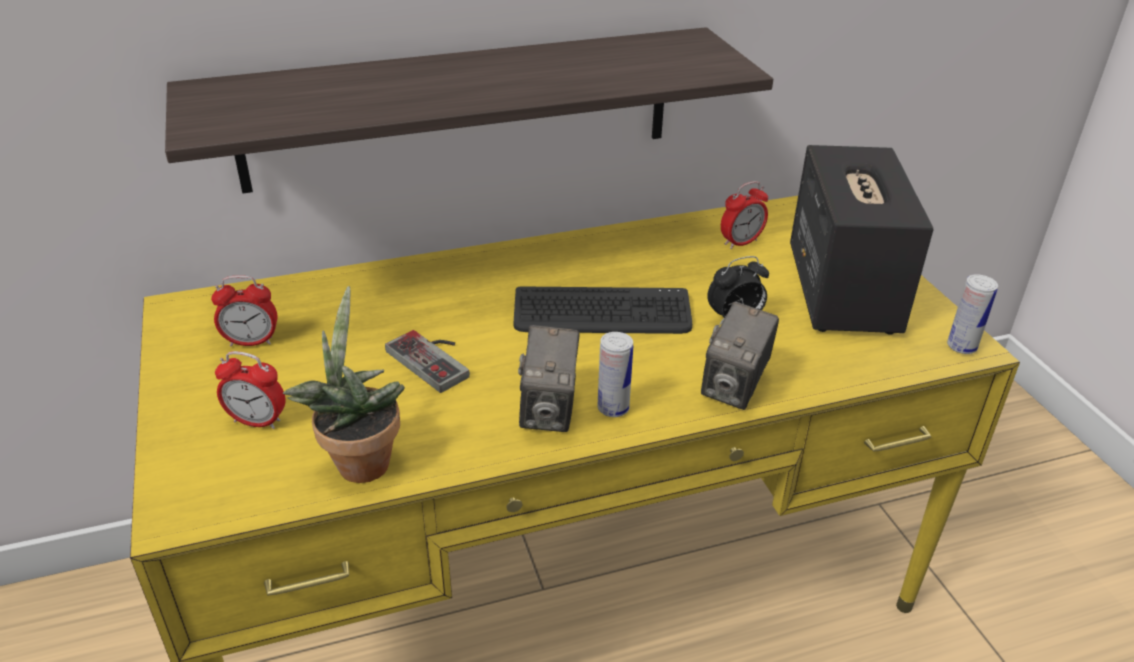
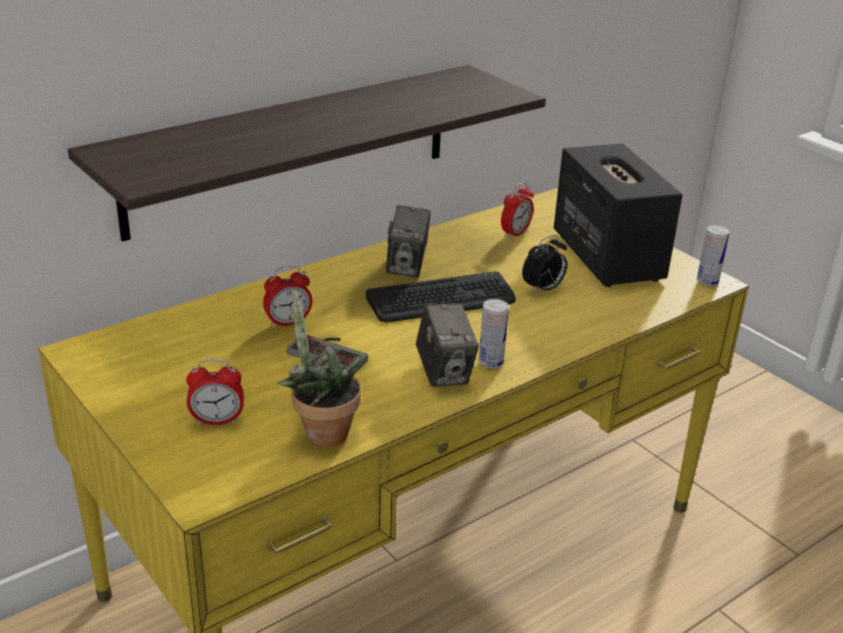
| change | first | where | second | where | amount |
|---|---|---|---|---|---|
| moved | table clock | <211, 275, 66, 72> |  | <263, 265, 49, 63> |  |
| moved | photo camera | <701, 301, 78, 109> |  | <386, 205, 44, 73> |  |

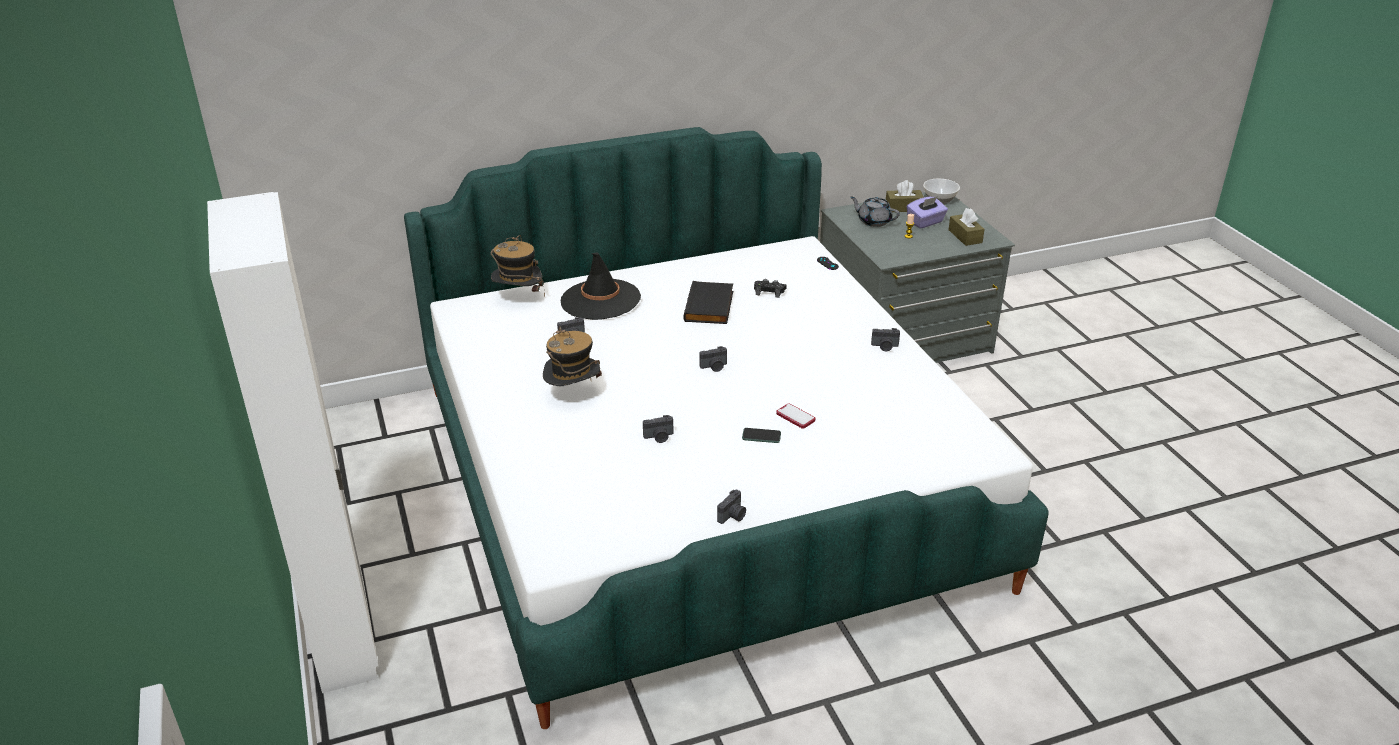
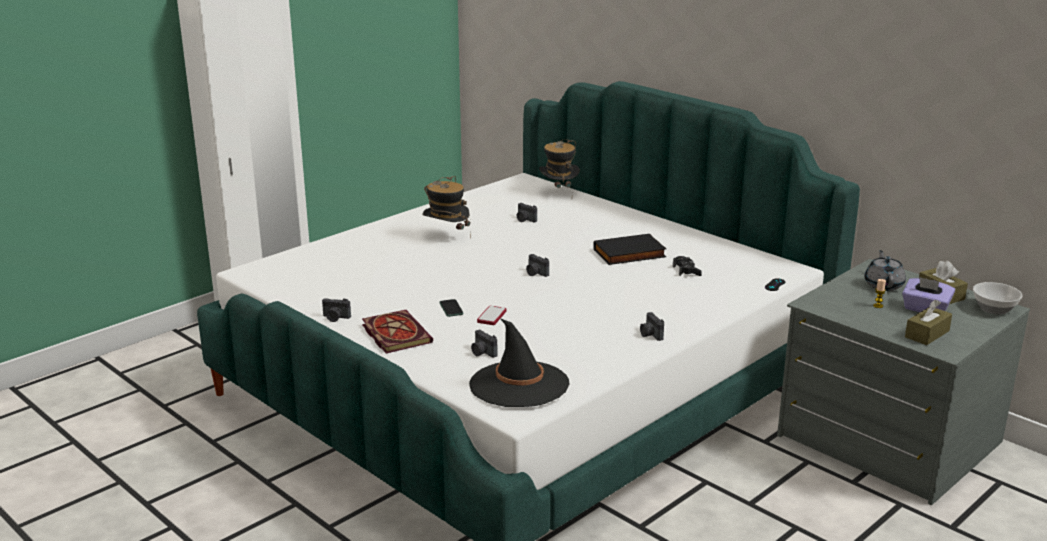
| change | first | where | second | where | amount |
|---|---|---|---|---|---|
| added |  |  | volume | <362, 310, 71, 44> |  |
| moved | hat (black-coloured) | <561, 252, 80, 68> |  | <469, 318, 101, 89> |  |
| moved | photo camera | <643, 415, 30, 28> |  | <471, 330, 27, 28> |  |

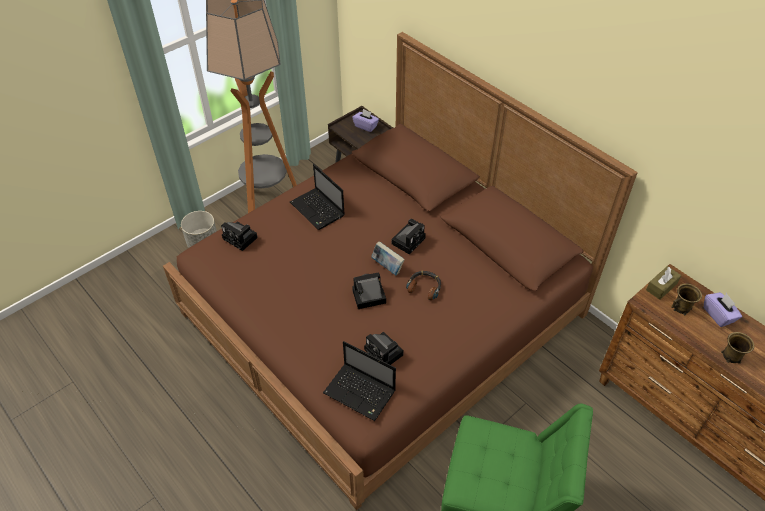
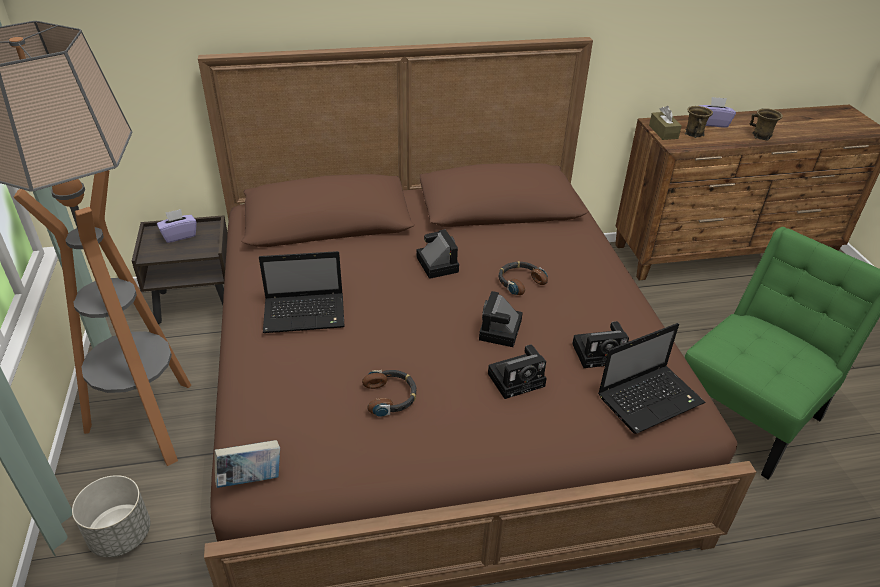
| change | first | where | second | where | amount |
|---|---|---|---|---|---|
| moved | volume | <371, 241, 34, 34> |  | <214, 440, 66, 48> |  |
| added |  |  | headset | <362, 370, 55, 47> |  |
| moved | photo camera | <221, 222, 37, 29> |  | <488, 345, 59, 54> |  |

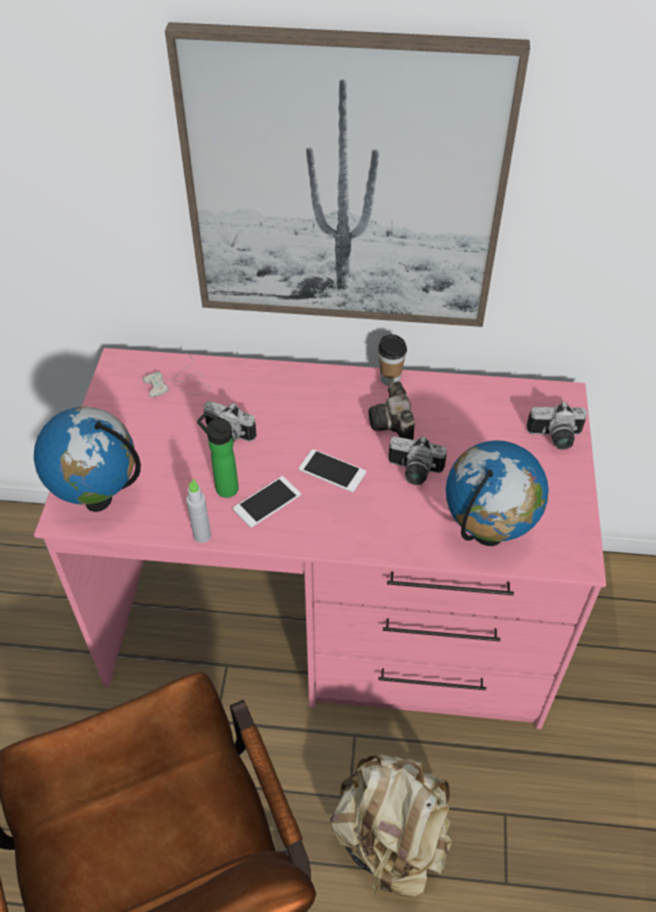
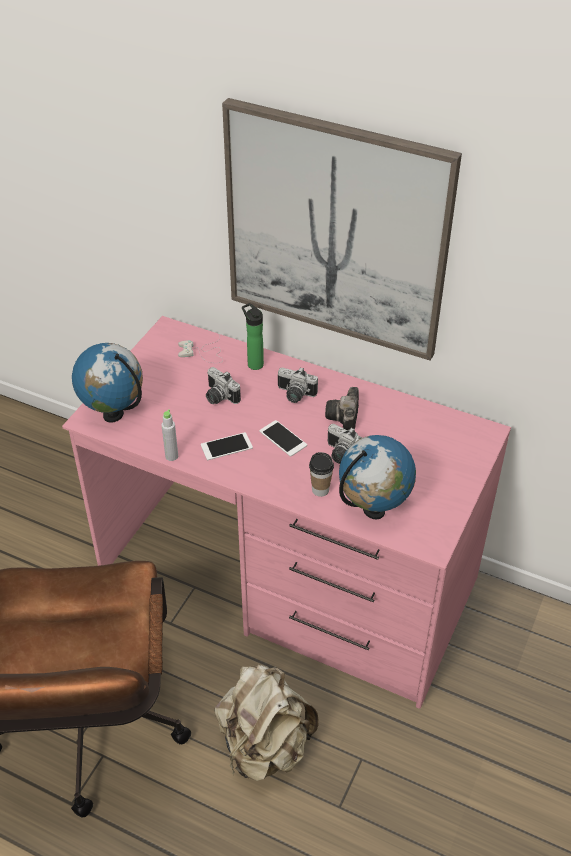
| change | first | where | second | where | amount |
|---|---|---|---|---|---|
| moved | drink bottle | <197, 412, 42, 86> |  | <242, 303, 22, 67> |  |
| moved | photo camera | <526, 401, 61, 49> |  | <278, 367, 40, 36> |  |
| moved | drinking cup | <378, 334, 29, 52> |  | <309, 452, 25, 45> |  |

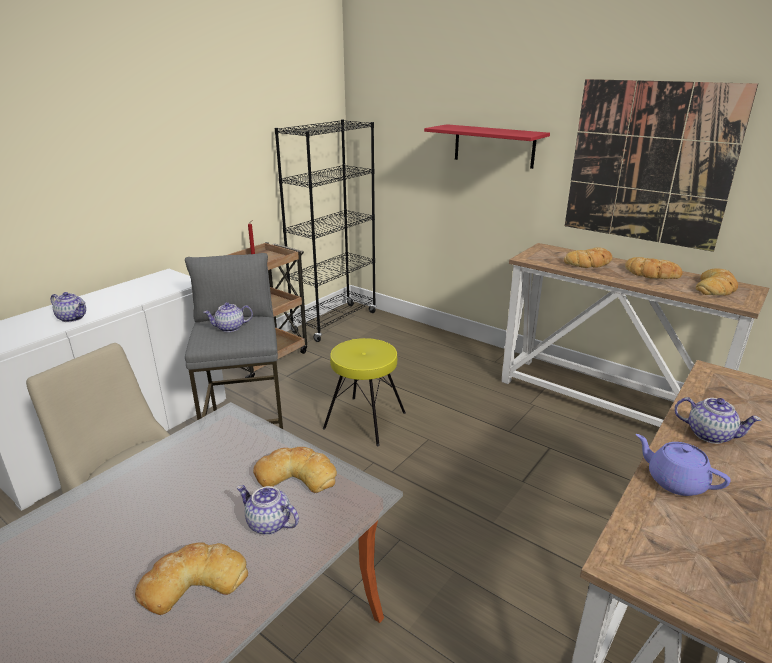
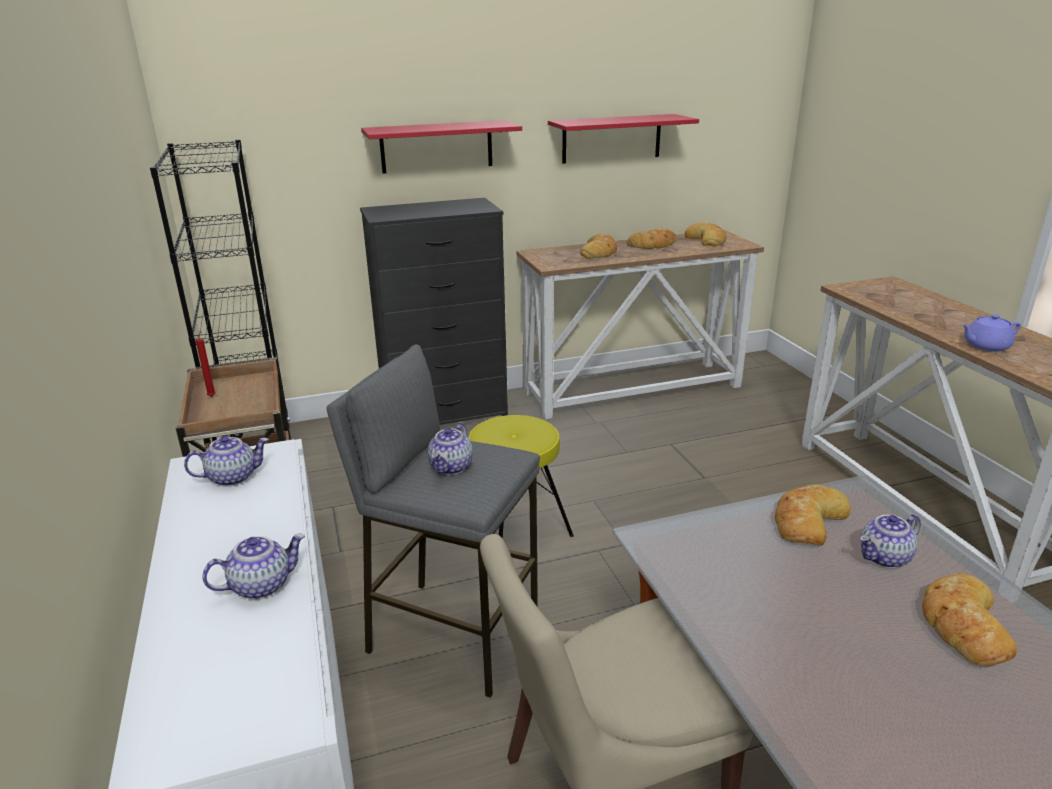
| change | first | where | second | where | amount |
|---|---|---|---|---|---|
| moved | teapot | <674, 397, 87, 47> |  | <184, 436, 85, 51> |  |
| added |  |  | drawer chest (black-coloured) | <360, 198, 148, 227> |  |
| replaced | wall art | <565, 79, 193, 173> | bracket shelf (red-coloured) | <548, 114, 151, 50> |  |

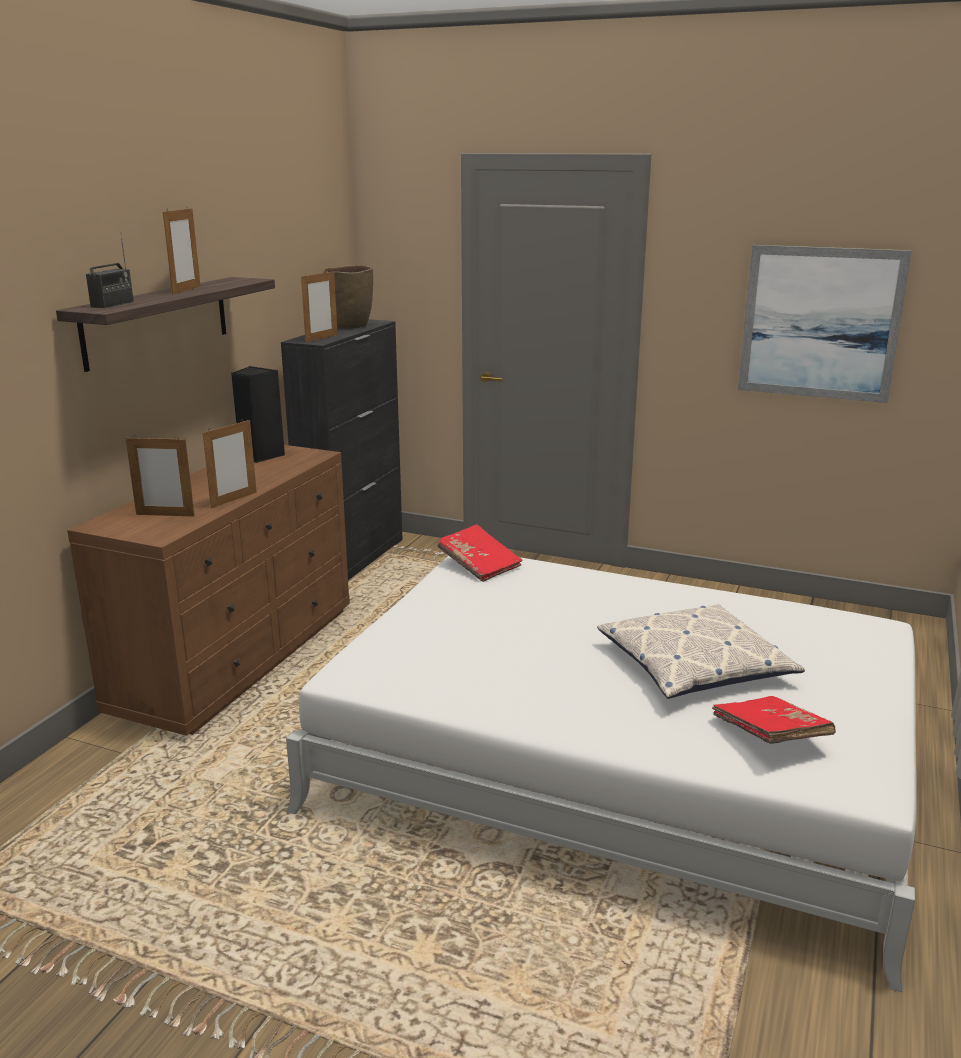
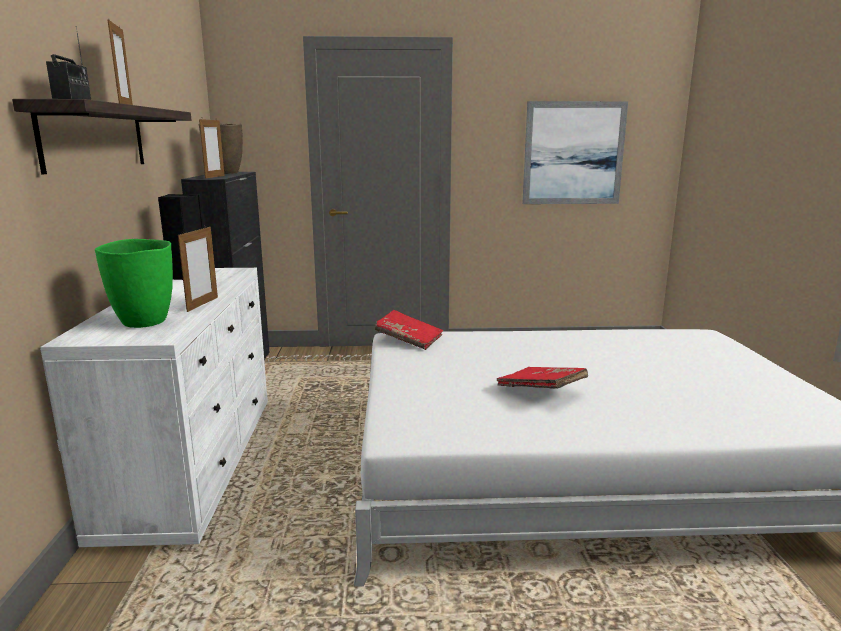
| change | first | where | second | where | amount |
|---|---|---|---|---|---|
| recoloured | drawer chest (brownish) | <67, 445, 283, 291> | drawer chest (white-coloured) | <40, 268, 228, 279> |  |
| replaced | photo frame | <125, 435, 70, 82> | vase (green-coloured) | <95, 239, 78, 89> |  |
| moved | volume (red-coloured) | <712, 696, 124, 48> |  | <497, 367, 91, 22> |  |
| removed | pillow | <597, 604, 208, 95> |  |  |  |

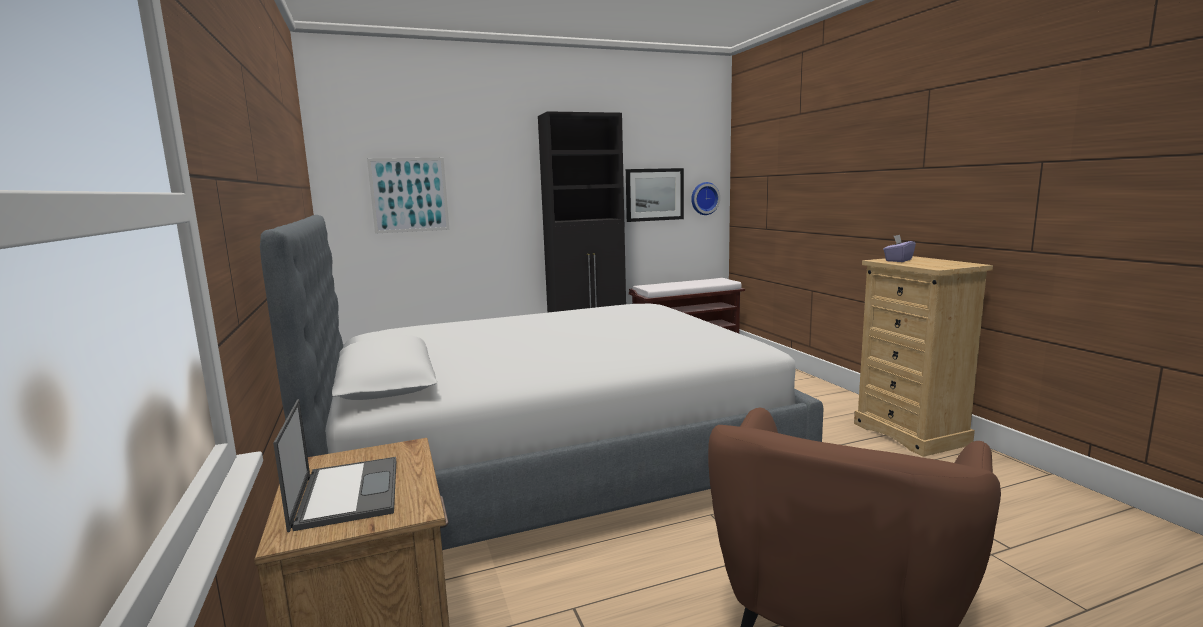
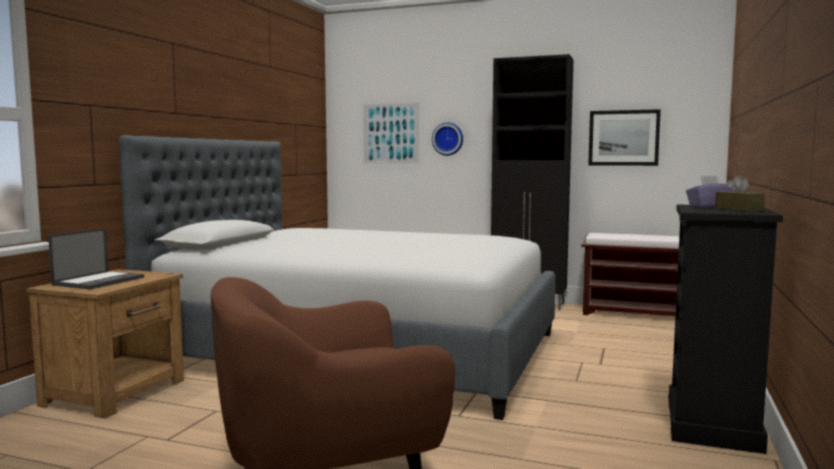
| change | first | where | second | where | amount |
|---|---|---|---|---|---|
| moved | hanging clock | <691, 182, 29, 33> |  | <432, 122, 31, 34> |  |
| recoloured | drawer chest (beige-coloured) | <854, 256, 139, 201> | drawer chest (black-coloured) | <668, 204, 115, 250> |  |
| added |  |  | tissue box (brownish) | <715, 175, 50, 37> |  |

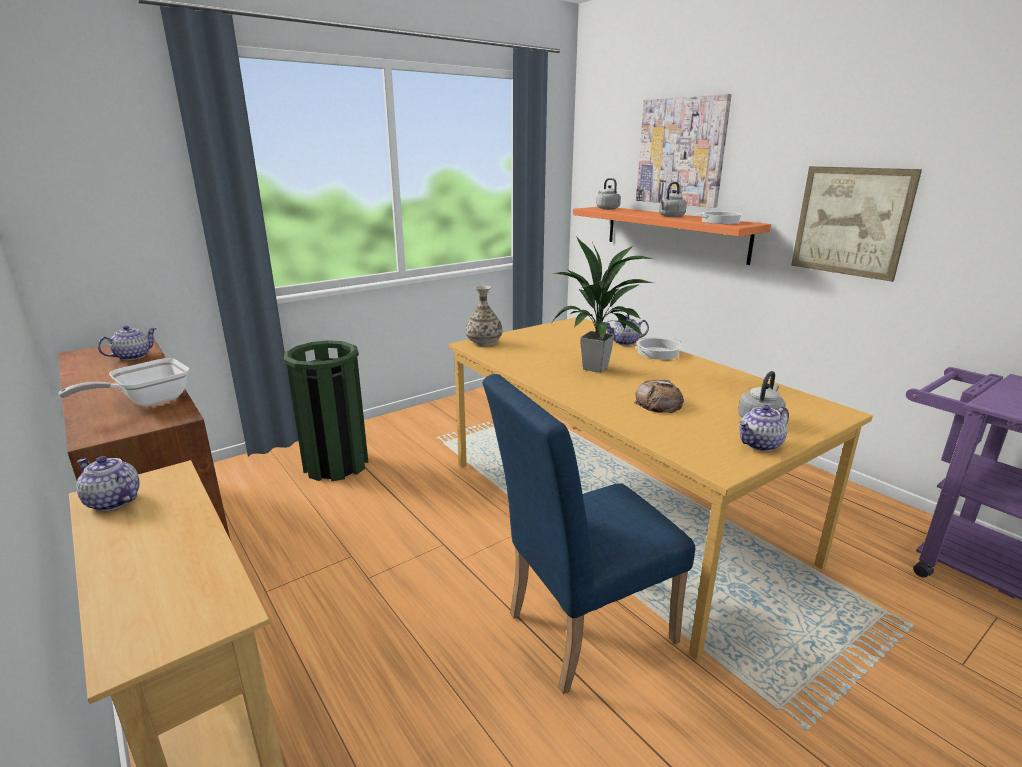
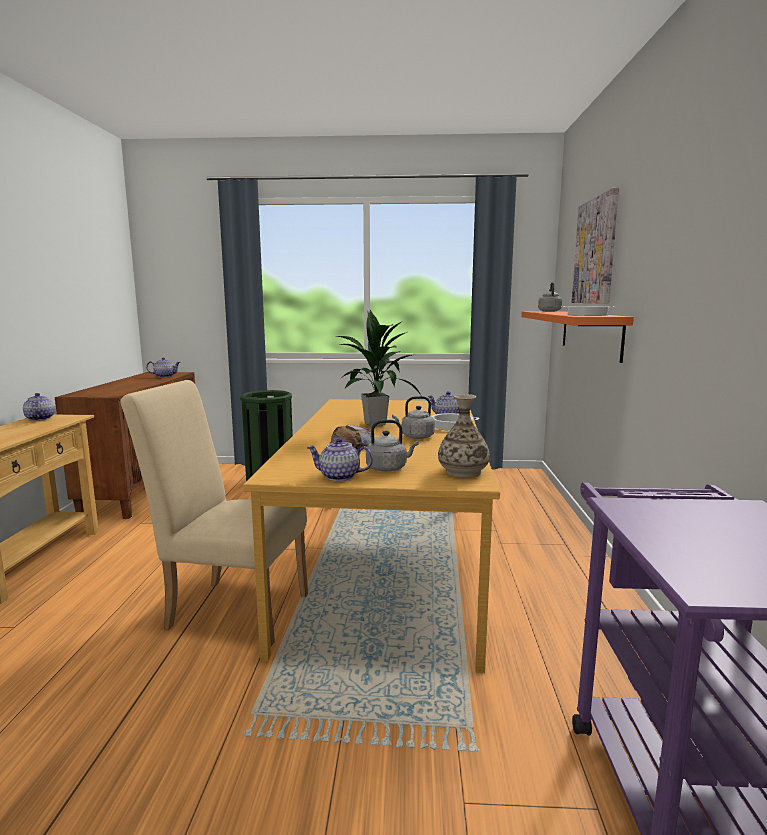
| change | first | where | second | where | amount |
|---|---|---|---|---|---|
| recoloured | chair (blue) | <482, 374, 213, 320> | chair (beige-coloured) | <120, 380, 188, 266> |  |
| moved | tea kettle (gray) | <659, 182, 28, 35> |  | <392, 396, 43, 43> |  |
| moved | vase | <465, 285, 38, 61> |  | <438, 394, 52, 84> |  |
| removed | frying pan | <59, 358, 130, 49> |  |  |  |
| removed | wall art | <791, 166, 131, 116> |  |  |  |

